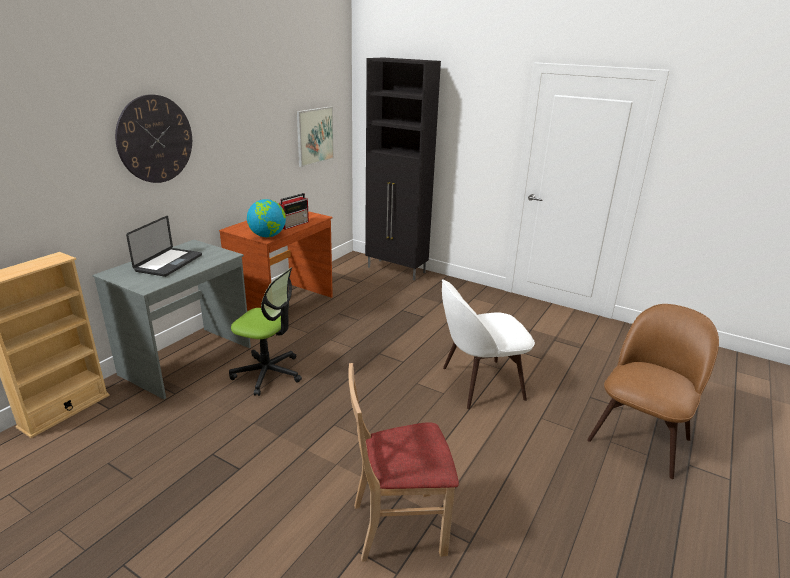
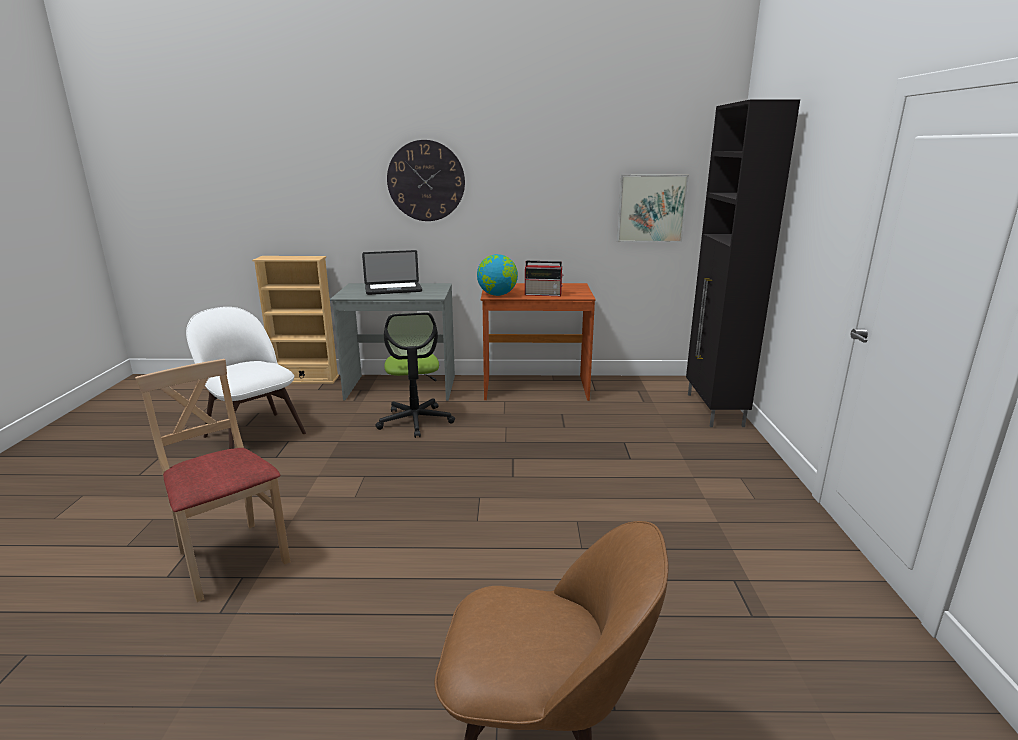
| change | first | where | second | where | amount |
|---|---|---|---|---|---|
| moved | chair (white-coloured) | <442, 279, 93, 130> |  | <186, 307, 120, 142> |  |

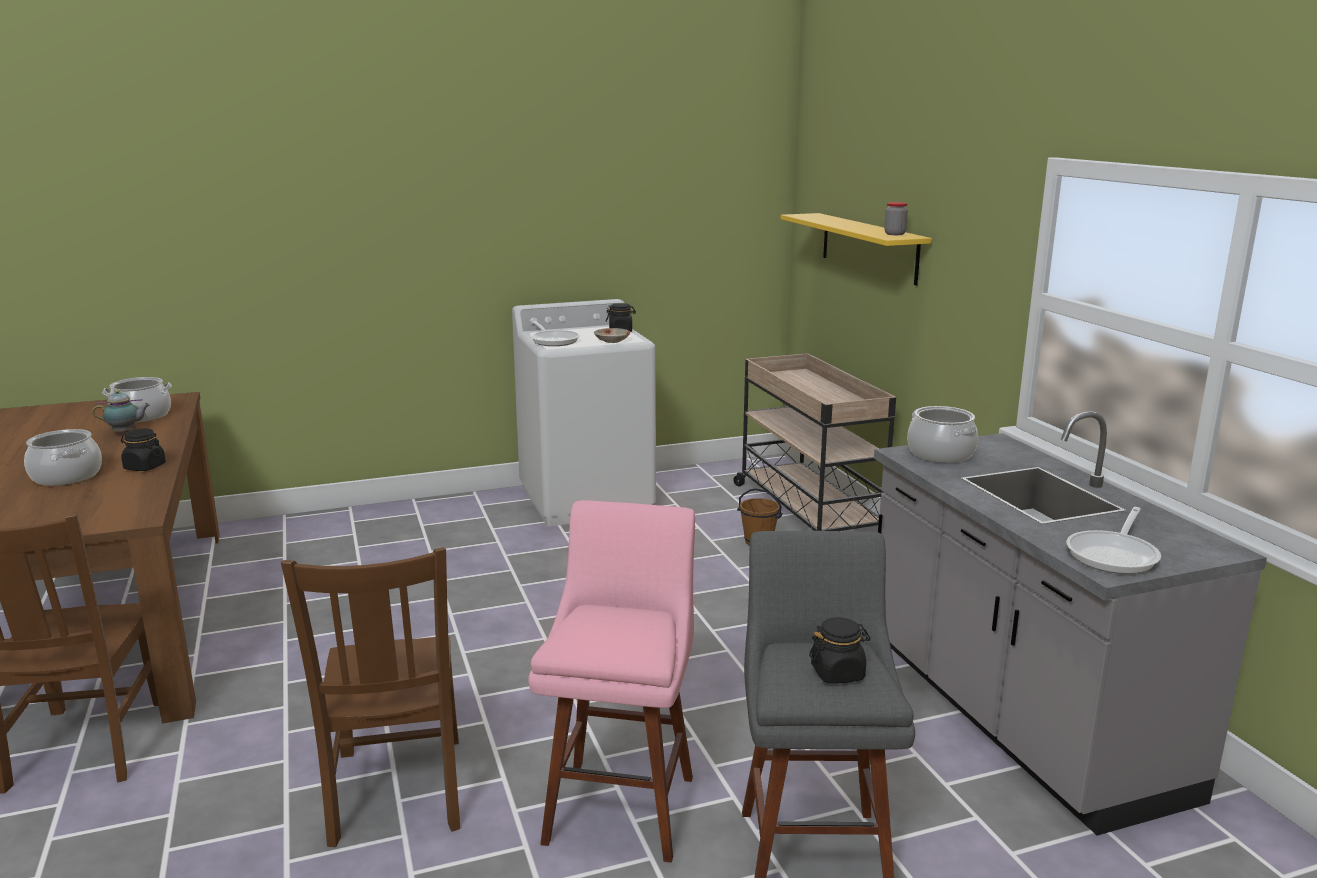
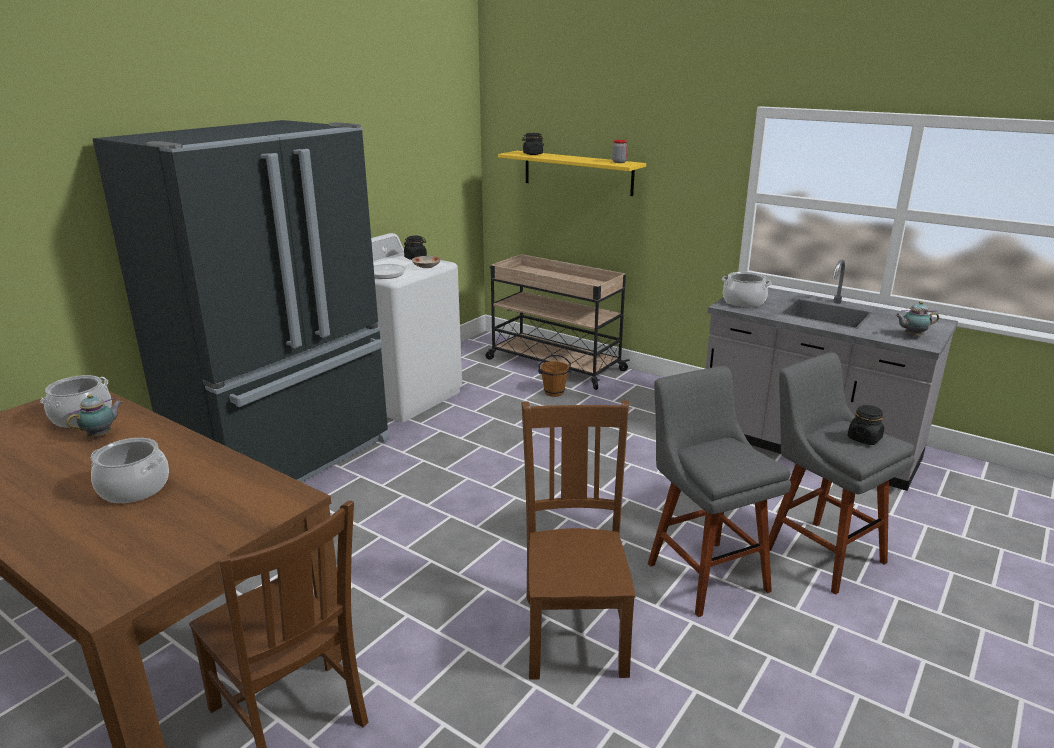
| change | first | where | second | where | amount |
|---|---|---|---|---|---|
| added |  |  | fridge (black-coloured) | <92, 120, 298, 362> |  |
| turned | chair (brownish) | <281, 547, 179, 300> |  | <521, 401, 115, 279> | 135 degrees counterclockwise |
| moved | preserve jar (black-coloured) | <121, 428, 45, 43> |  | <522, 133, 22, 22> |  |
| recoloured | stool (pink-coloured) | <528, 500, 167, 363> | stool (gray) | <648, 366, 143, 251> |  |
| replaced | frying pan | <1066, 507, 95, 67> | teapot | <895, 301, 44, 36> |  |

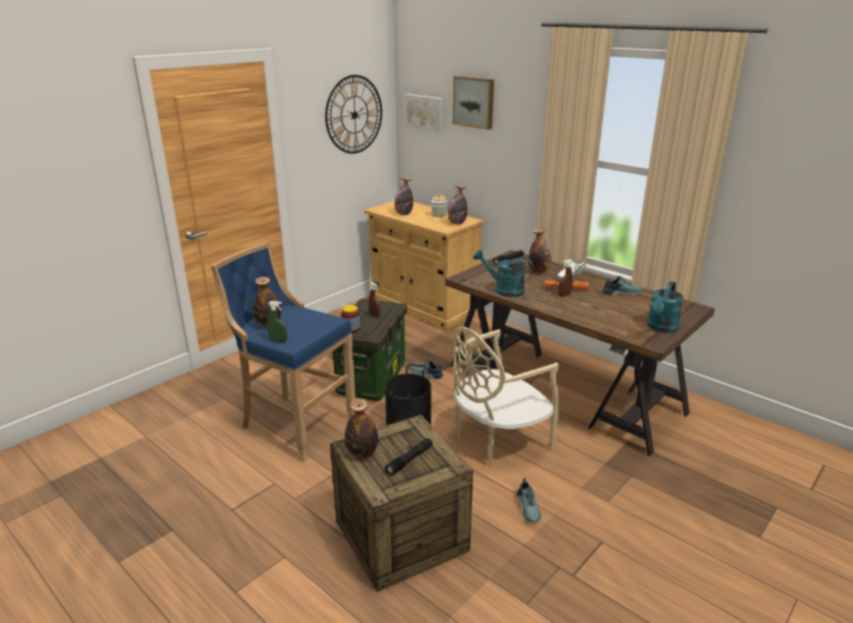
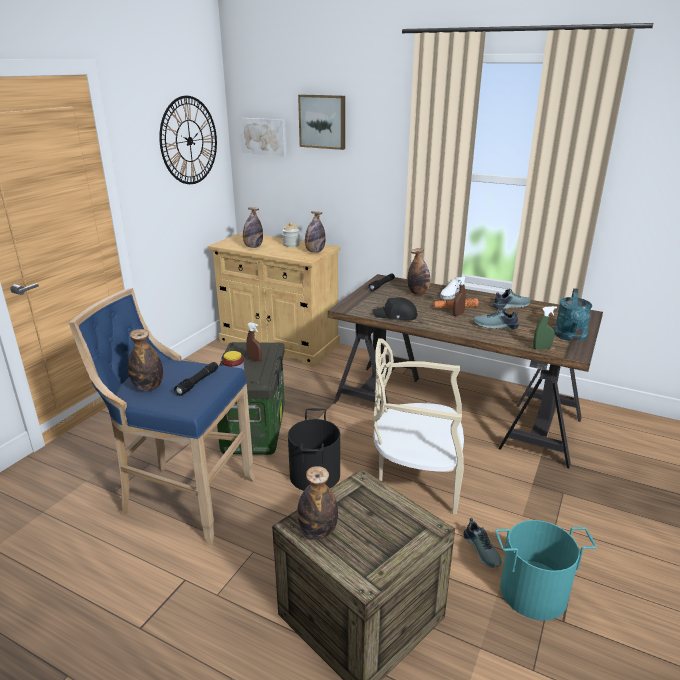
| change | first | where | second | where | amount |
|---|---|---|---|---|---|
| moved | flashlight (black-coloured) | <385, 438, 48, 38> |  | <174, 362, 44, 34> |  |
| replaced | watering can (blue-green) | <473, 250, 60, 47> | baseball cap (black-coloured) | <372, 297, 46, 23> |  |
| turned | chair (beige-coloured) | <453, 327, 107, 139> |  | <373, 338, 91, 177> | 60 degrees clockwise |
| moved | item of footwear | <410, 360, 33, 19> |  | <473, 307, 46, 23> |  |
| added |  |  | water bucket (blue-green) | <495, 520, 102, 101> |  |
| moved | spray bottle (green-coloured) | <267, 301, 20, 41> |  | <533, 306, 24, 44> |  |

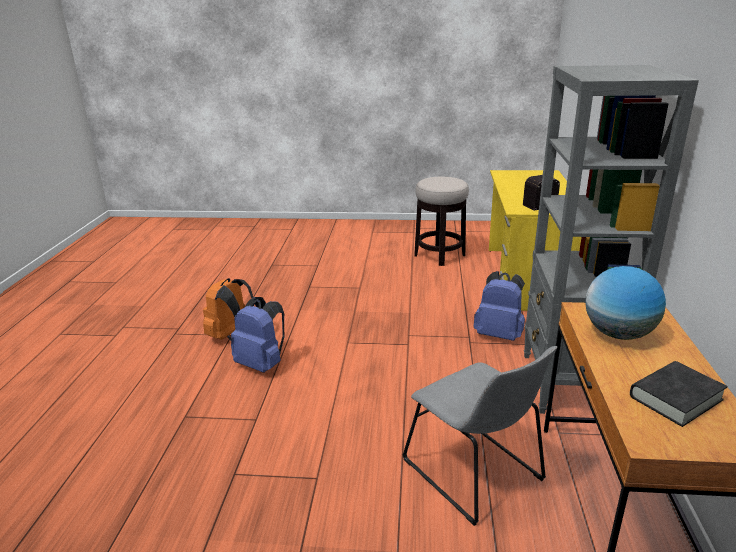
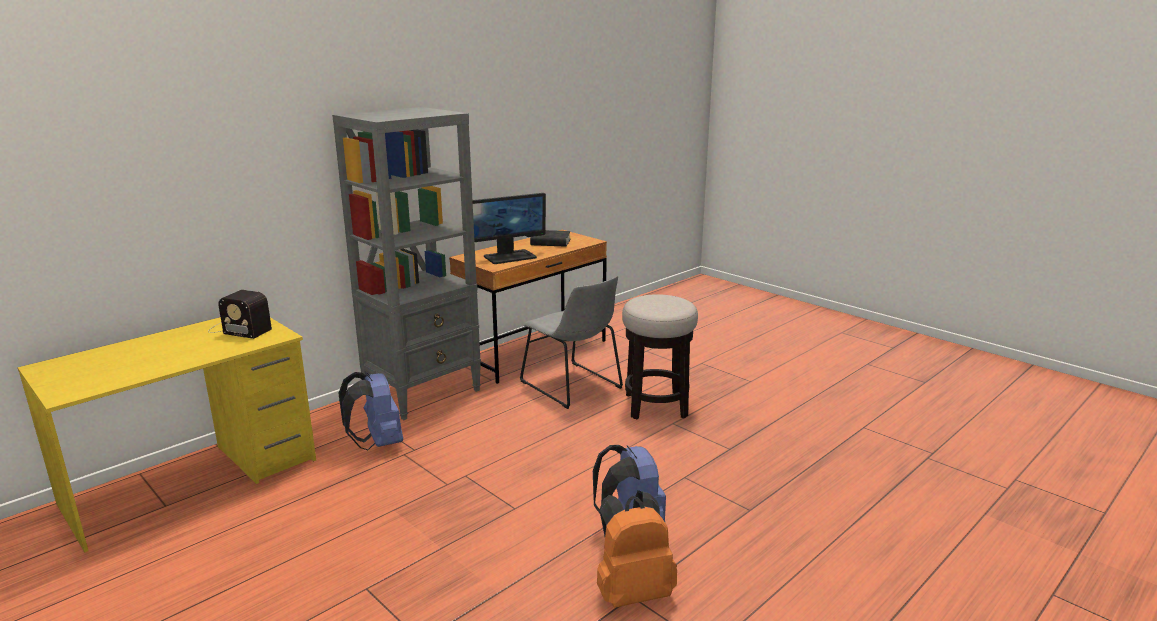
| change | first | where | second | where | amount |
|---|---|---|---|---|---|
| replaced | desk globe | <585, 266, 81, 74> | computer display | <472, 193, 74, 71> |  |
| turned | chair (gray) | <402, 346, 155, 180> |  | <520, 276, 103, 133> | 135 degrees clockwise |
| moved | stool | <414, 177, 55, 89> |  | <622, 294, 76, 125> |  |

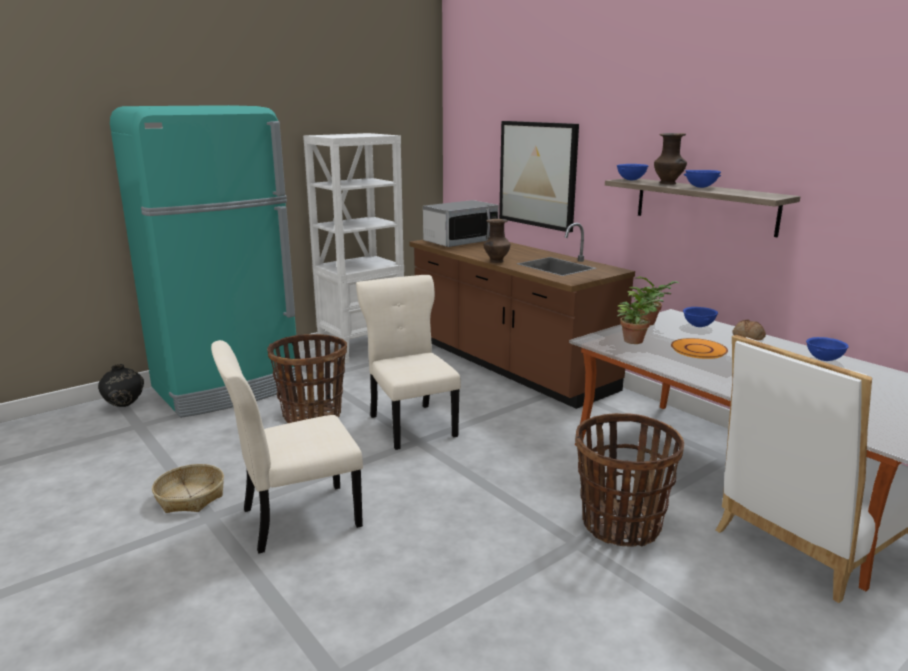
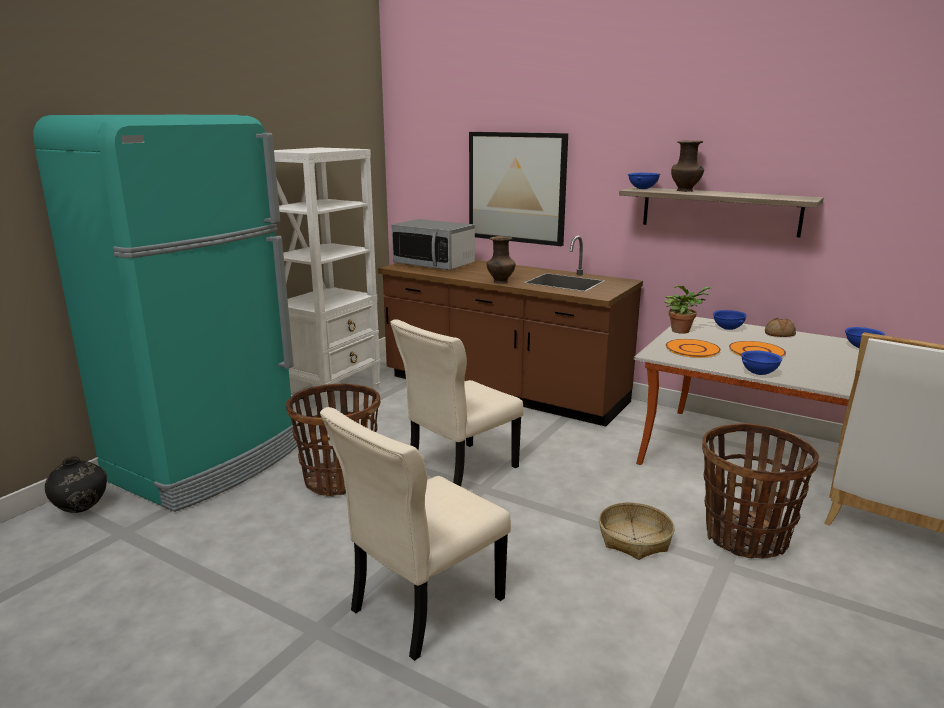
| change | first | where | second | where | amount |
|---|---|---|---|---|---|
| turned | chair (beige-coloured) | <356, 275, 105, 175> |  | <390, 319, 134, 168> | 90 degrees counterclockwise |
| turned | microwave oven | <423, 200, 76, 47> |  | <391, 219, 84, 51> | 90 degrees clockwise |
| moved | basket | <152, 464, 72, 49> |  | <599, 502, 76, 58> |  |
| replaced | houseplant | <617, 292, 47, 52> | dinner plate (orangey) | <666, 339, 55, 19> |  |
| moved | deep dish (blue) | <684, 170, 37, 18> |  | <741, 350, 41, 25> |  |

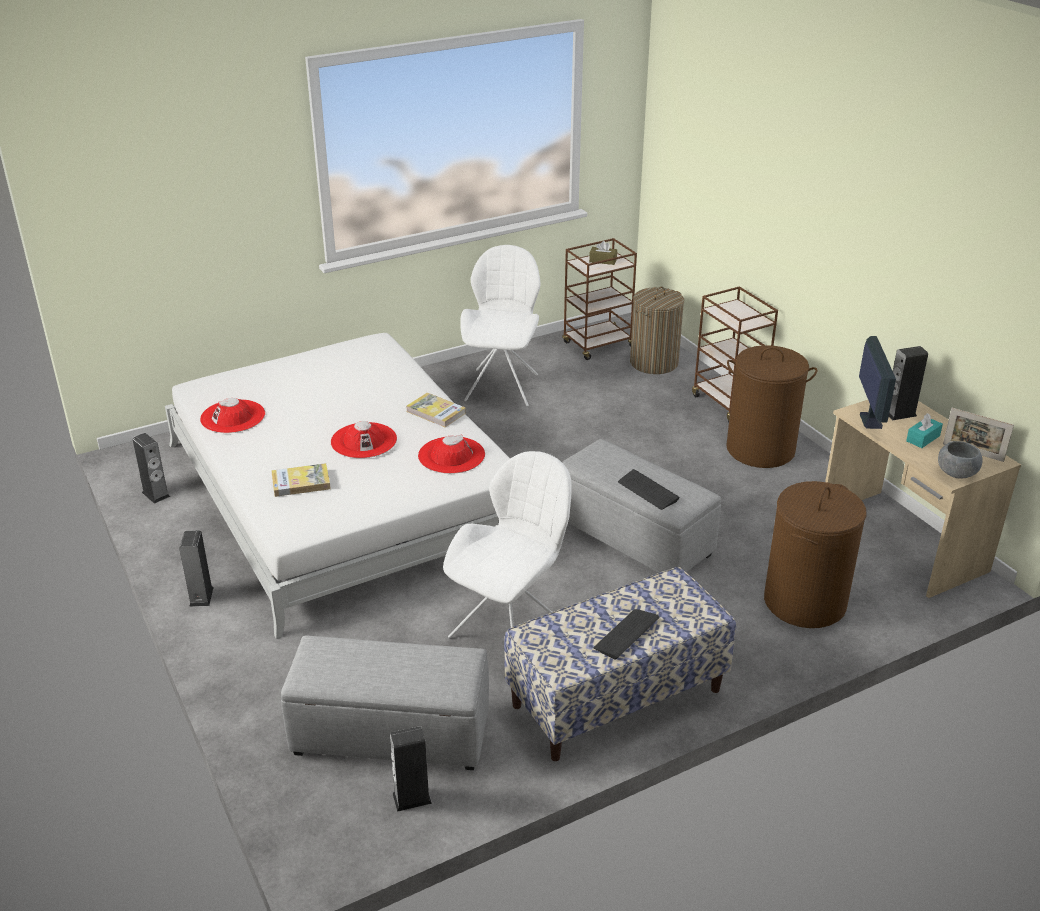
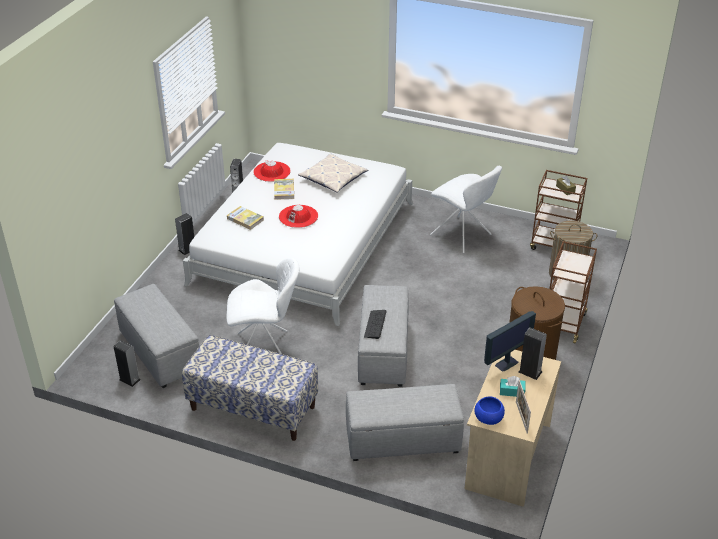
| change | first | where | second | where | amount |
|---|---|---|---|---|---|
| moved | volume | <406, 393, 60, 34> |  | <274, 179, 20, 21> |  |
| added |  |  | pillow | <298, 153, 70, 40> |  |
| replaced | hamper (brownish) | <764, 481, 103, 147> | footrest (gray) | <346, 384, 118, 77> |  |
| turned | chair (white-coloured) | <460, 245, 81, 161> |  | <430, 166, 72, 87> | 75 degrees clockwise |
| recoloured | deep dish (gray) | <938, 441, 45, 37> | deep dish (blue) | <474, 396, 31, 29> |  |
| removed | hat (red-coloured) | <418, 435, 67, 39> |  |  |  |
| removed | PC keyboard | <593, 609, 66, 51> |  |  |  |

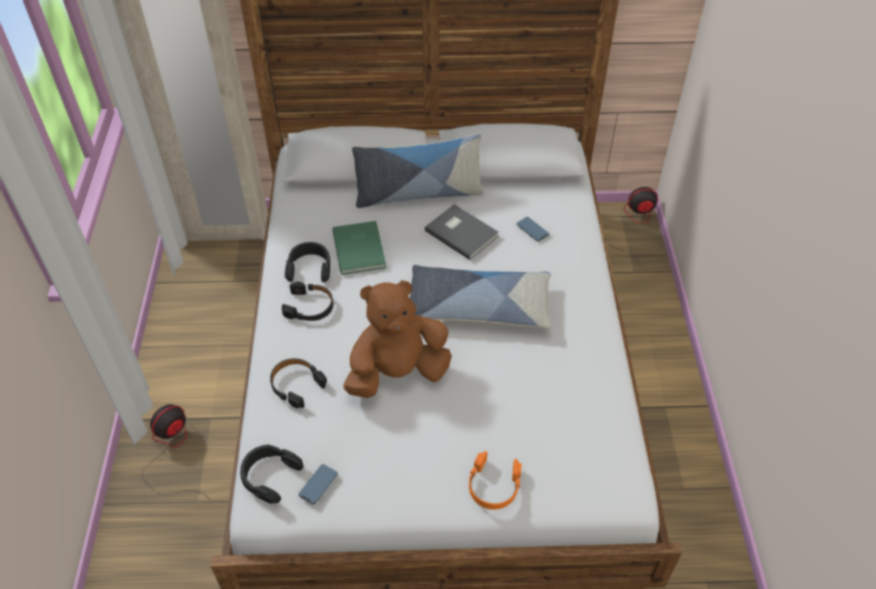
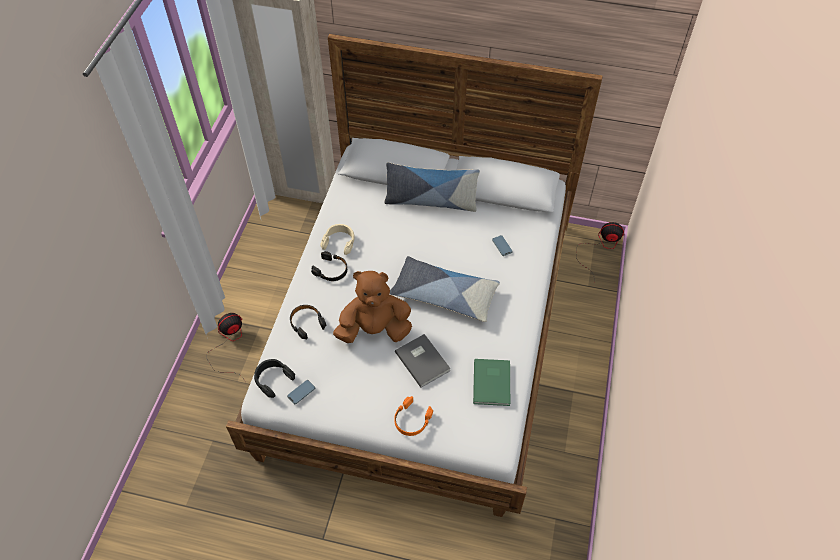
| change | first | where | second | where | amount |
|---|---|---|---|---|---|
| recoloured | headset (black-coloured) | <285, 242, 45, 40> | headset (beige-coloured) | <320, 224, 35, 31> |  |
| moved | volume (gray) | <425, 204, 74, 56> |  | <395, 334, 56, 54> |  |
| moved | volume (green-coloured) | <333, 221, 53, 54> |  | <473, 359, 37, 47> |  |

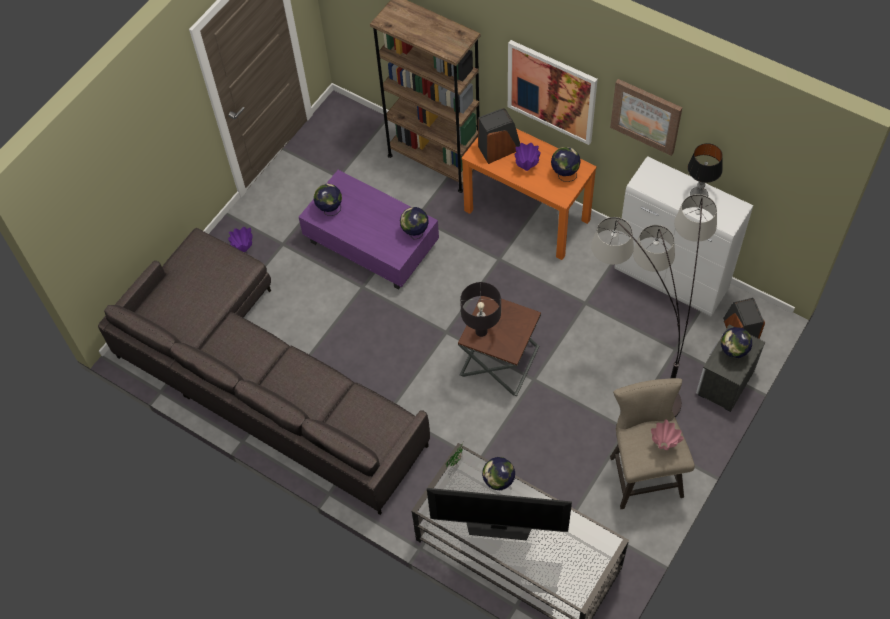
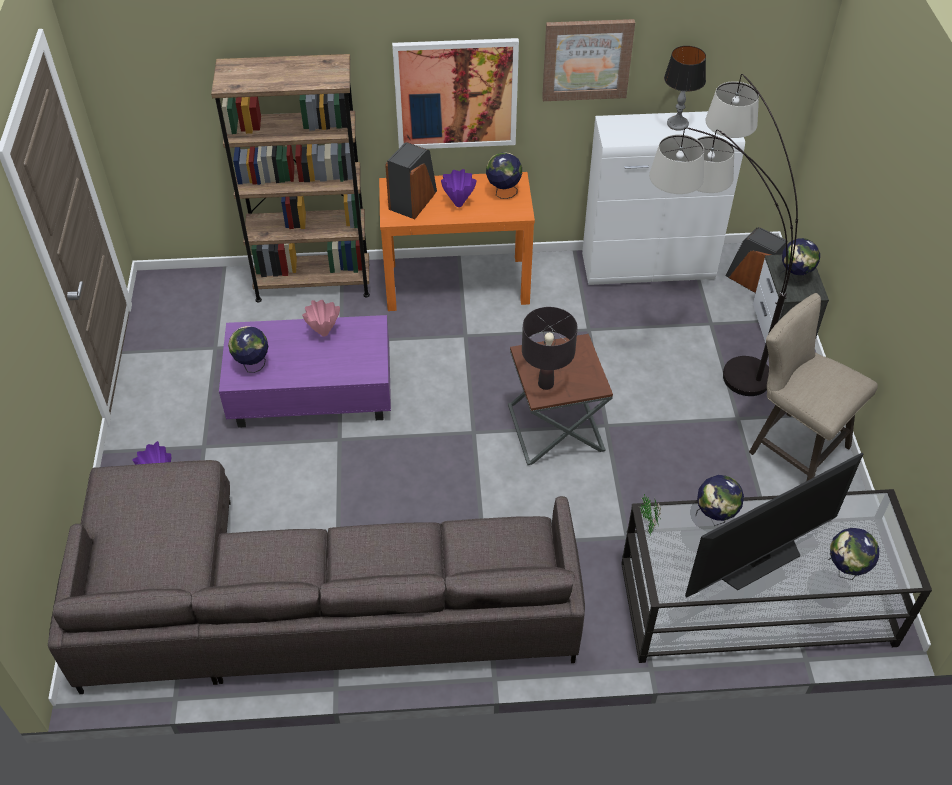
| change | first | where | second | where | amount |
|---|---|---|---|---|---|
| moved | vase (pink-coloured) | <651, 419, 33, 31> |  | <302, 300, 38, 36> |  |
| moved | desk globe | <400, 207, 29, 32> |  | <828, 528, 51, 52> |  |

